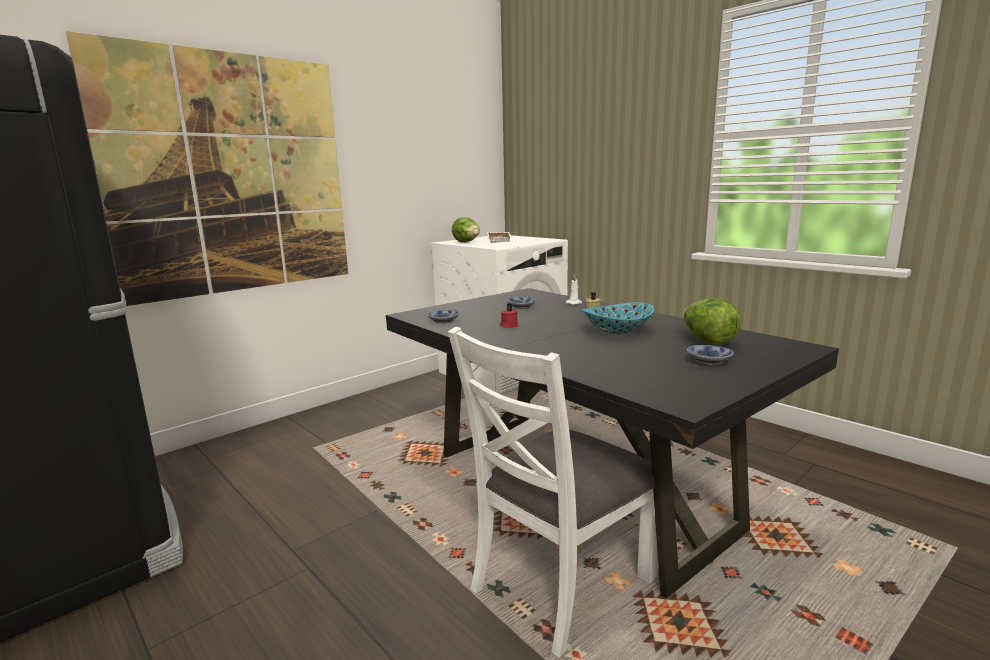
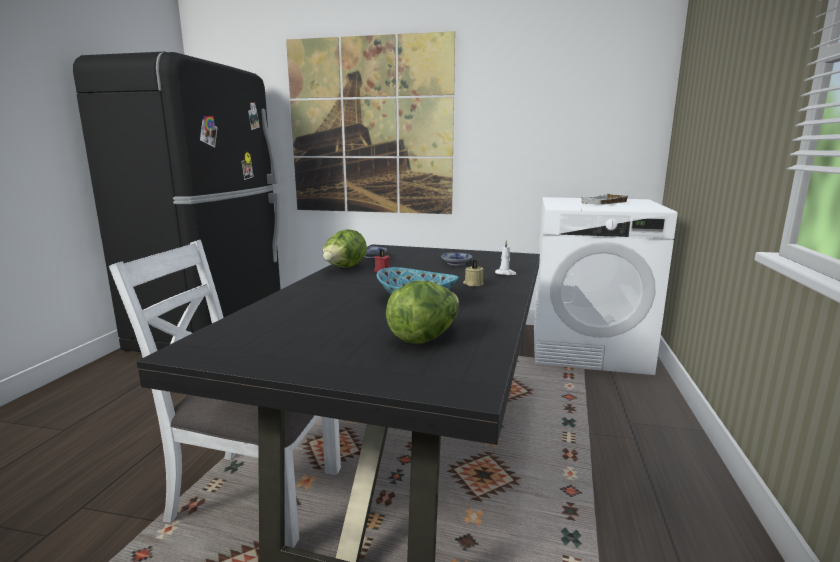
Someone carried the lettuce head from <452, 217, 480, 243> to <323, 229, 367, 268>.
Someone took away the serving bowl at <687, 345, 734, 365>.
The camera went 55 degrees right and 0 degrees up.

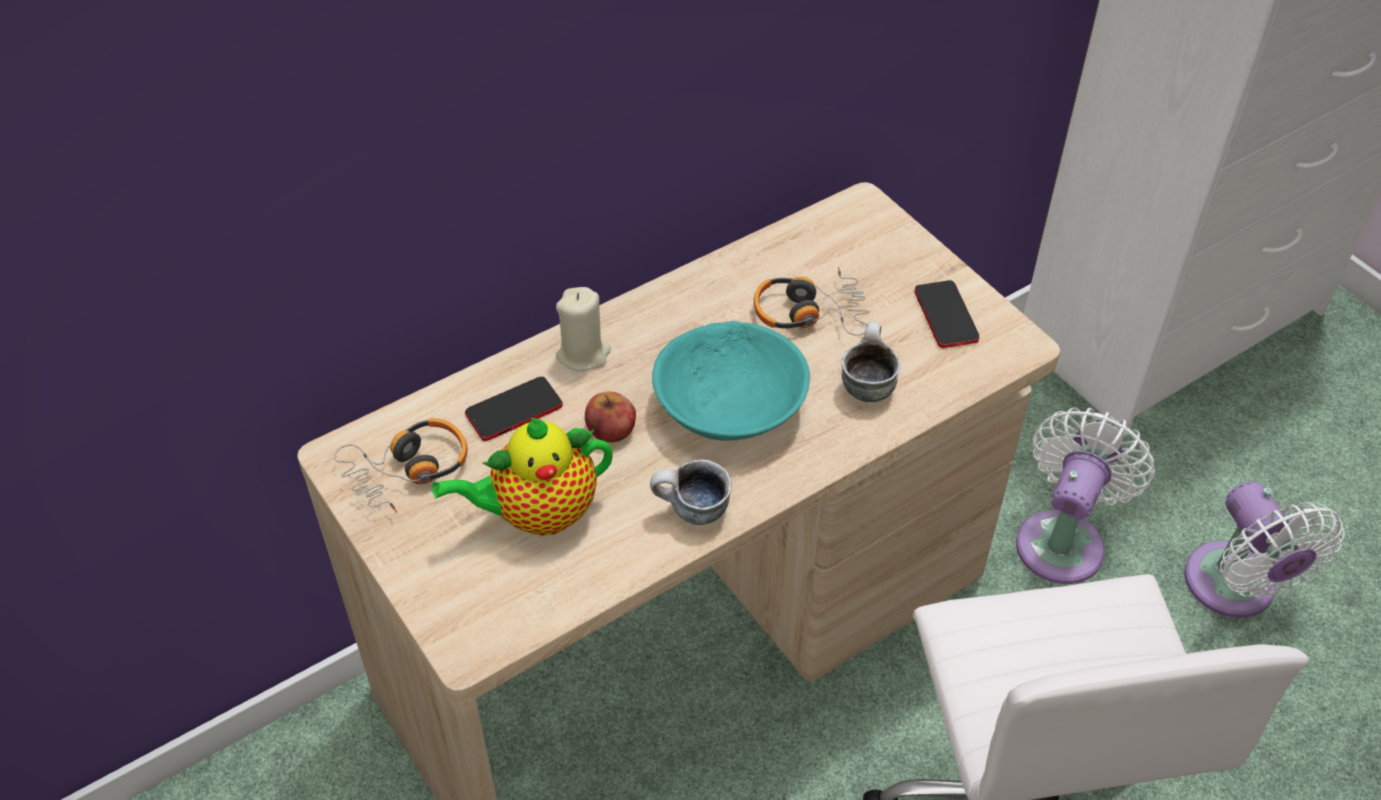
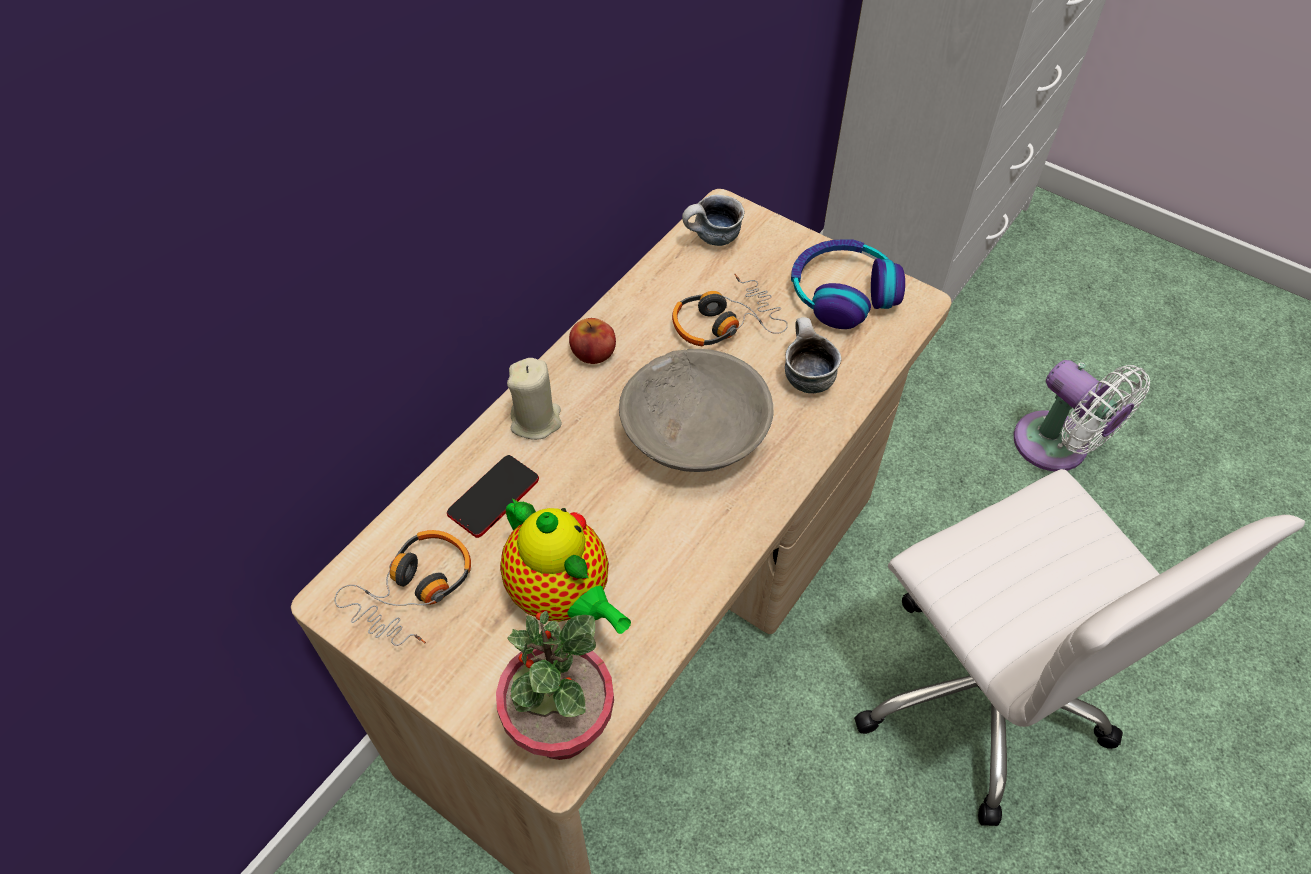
Someone swapped the handset at <915, 280, 979, 348> for the pair of headphones at <791, 239, 905, 329>.
Someone repainted the turquoise serving bowl at <652, 321, 810, 441>, which became the grey serving bowl at <619, 349, 773, 472>.
Someone carried the whole apple from <585, 391, 636, 443> to <569, 318, 616, 364>.
Someone took away the white fan at <1016, 407, 1155, 584>.
Someone rotated the teapot at <432, 418, 613, 536> by 90 degrees counterclockwise.
Someone carried the coffee mug from <650, 460, 732, 525> to <682, 194, 745, 246>.
Someone put down the houseplant at <496, 611, 614, 760>.
The camera went 20 degrees left and 5 degrees up.

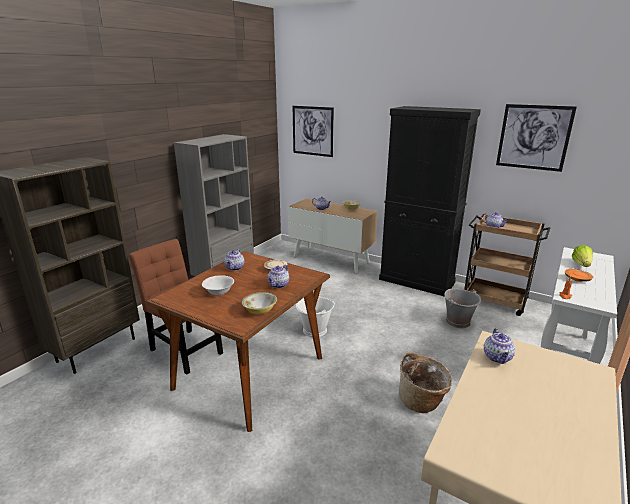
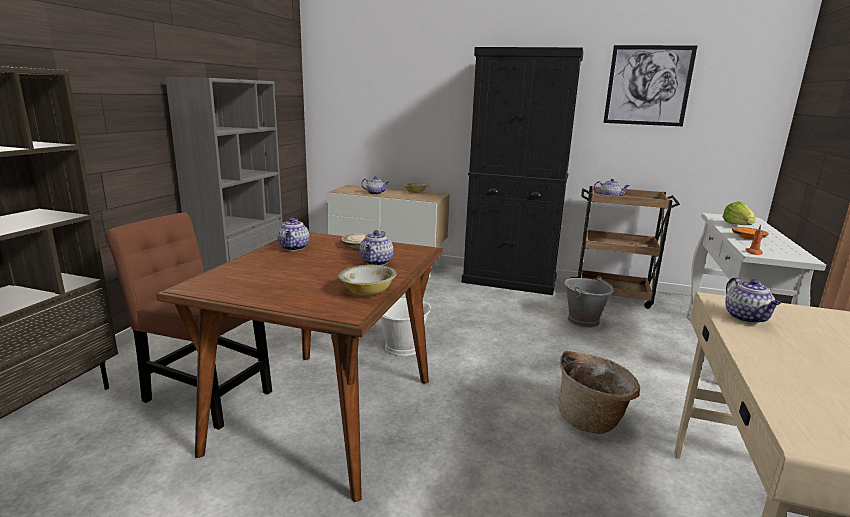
Someone took away the wall art at <293, 106, 334, 157>.
Someone took away the white serving bowl at <202, 275, 234, 296>.
The camera went 15 degrees left and 5 degrees down.

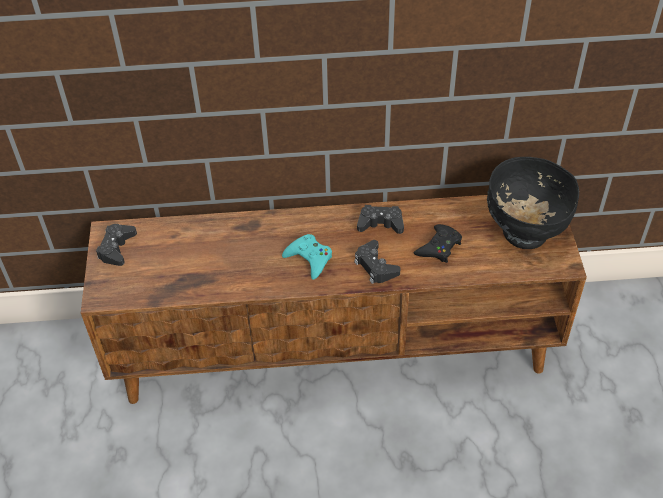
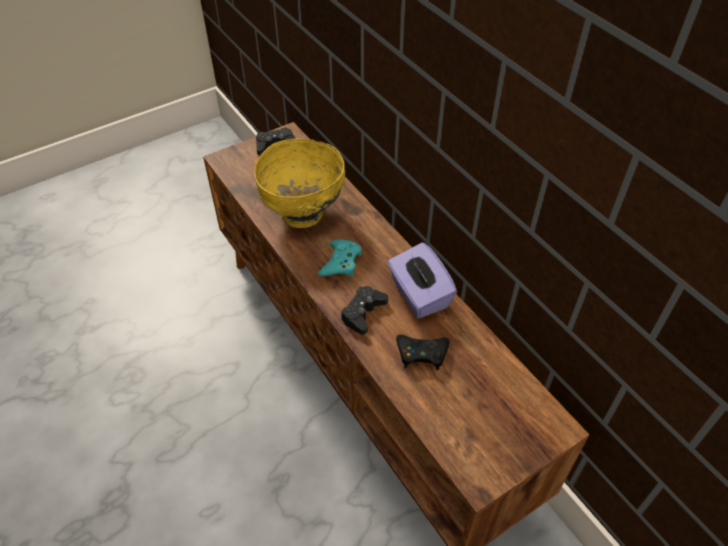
Someone took away the black-coloured serving bowl at <487, 157, 579, 249>.
Someone swapped the black-coloured game controller at <357, 205, 404, 234> for the purple box of tissues at <387, 242, 457, 319>.
Someone put down the yellowish serving bowl at <254, 138, 345, 228>.
The camera went 60 degrees right and 0 degrees up.

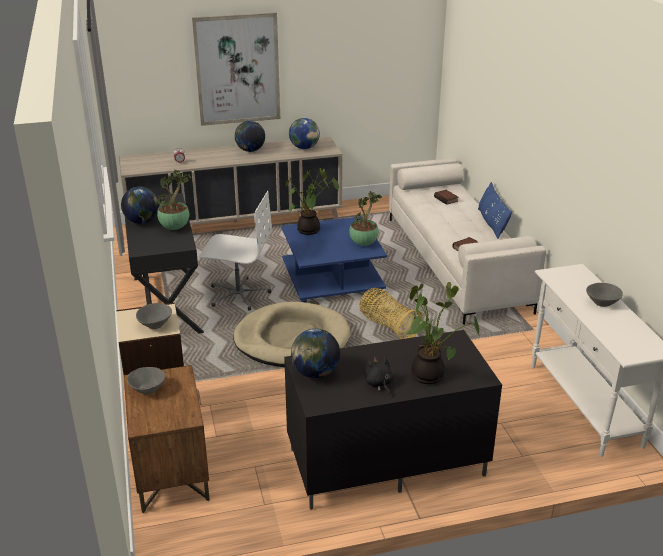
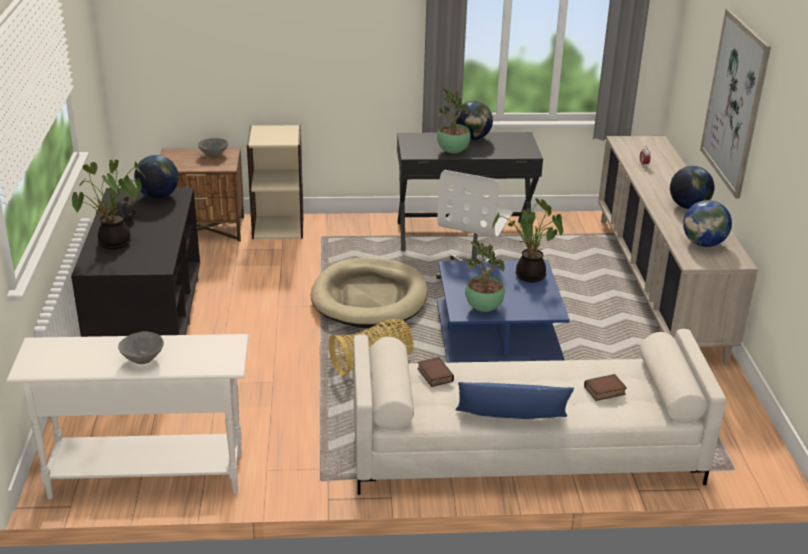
Someone took away the grey serving bowl at <136, 303, 172, 329>.
The camera went 100 degrees right and 0 degrees up.

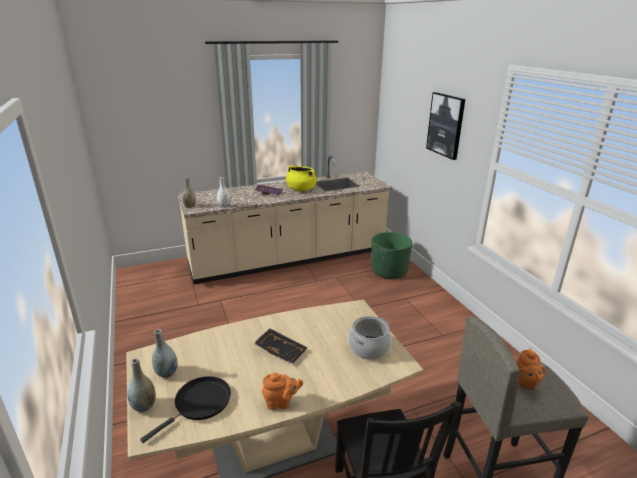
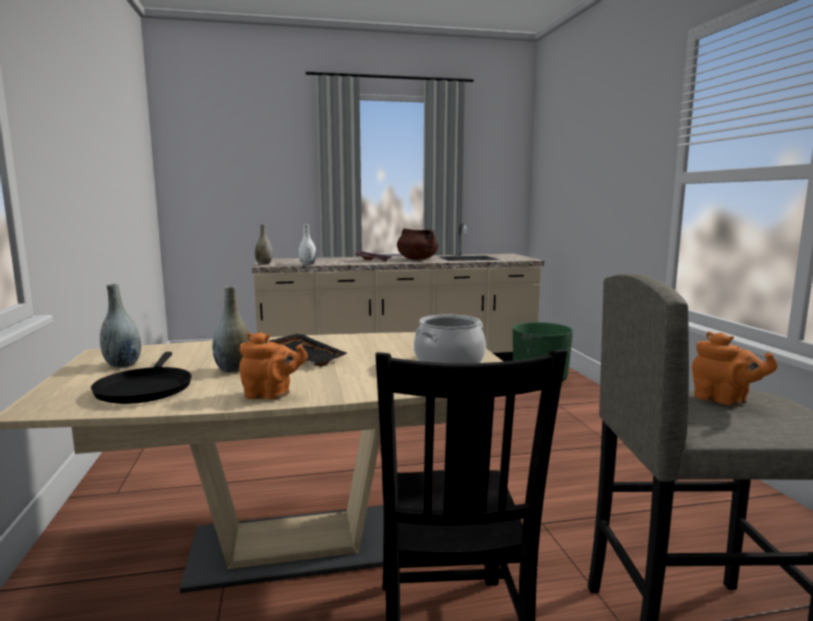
Someone took away the wall art at <426, 92, 465, 160>.
Someone repainted the yellowish saucepot at <286, 165, 317, 191>, which became the brownish saucepot at <397, 228, 438, 260>.
Someone rotated the orange-coloured teapot at <517, 348, 545, 390> by 60 degrees counterclockwise.
Someone carried the grey vase from <127, 358, 156, 412> to <213, 286, 251, 373>.
Someone rotated the black-coloured pan at <140, 376, 231, 443> by 120 degrees clockwise.
The camera went 10 degrees right and 15 degrees down.

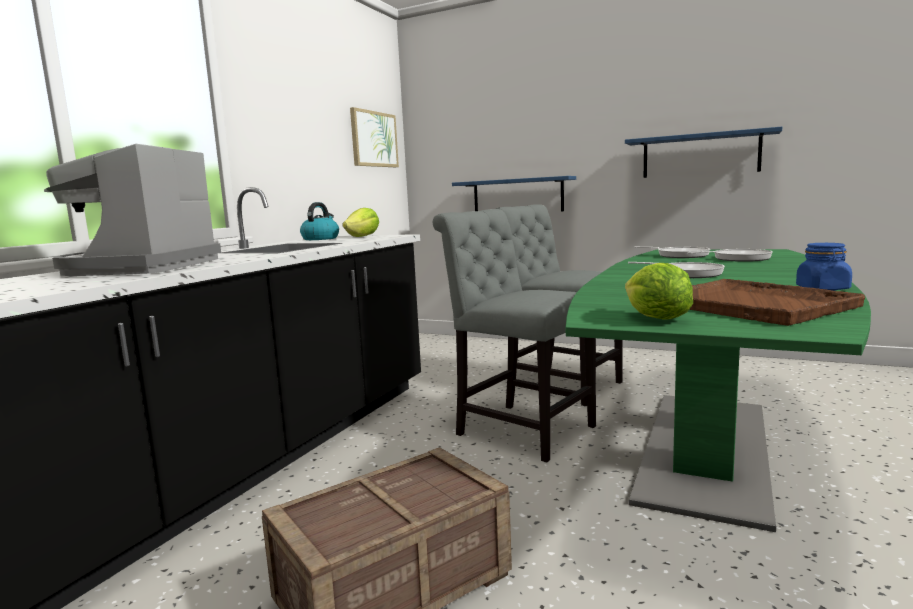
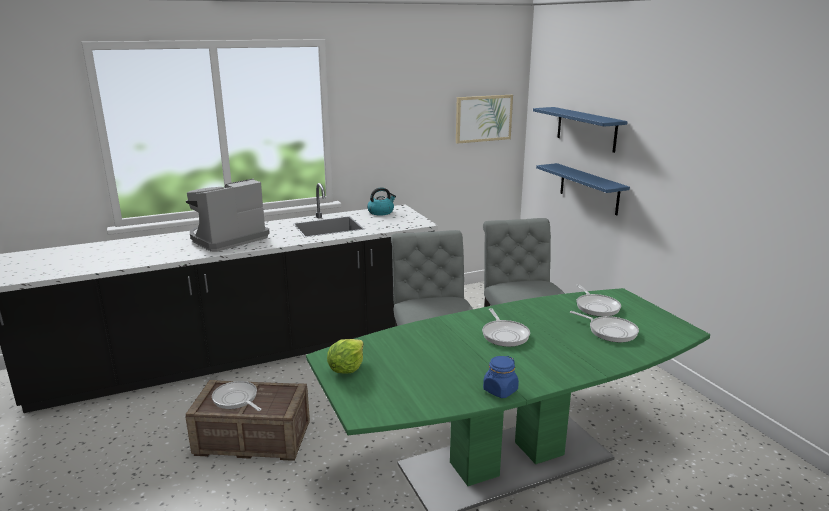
Someone carried the blue-coloured shelf from <625, 127, 782, 178> to <533, 107, 628, 153>.
Someone took away the lettuce head at <342, 208, 379, 237>.
Someone took away the brownish tray at <689, 279, 865, 326>.
Someone put down the pan at <212, 381, 262, 411>.
The camera went 40 degrees right and 10 degrees up.

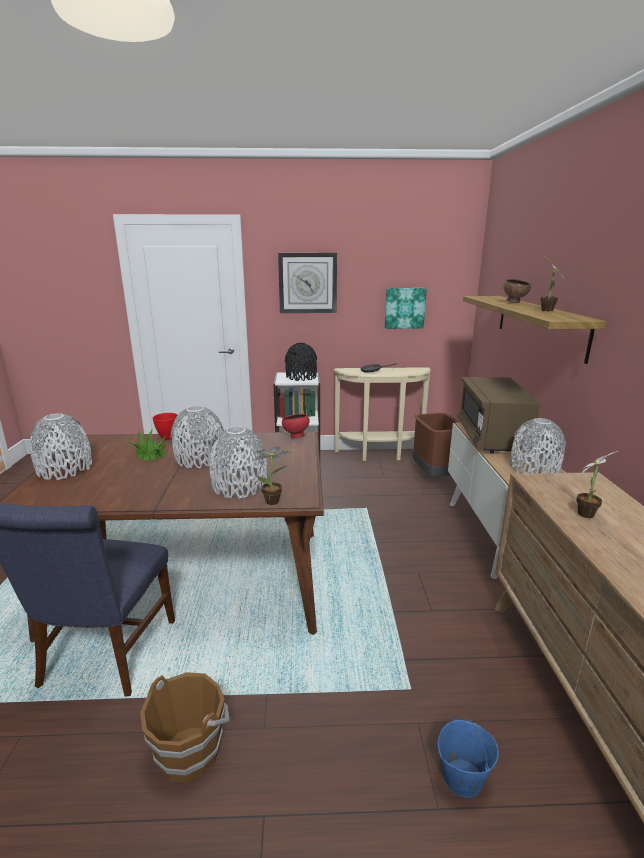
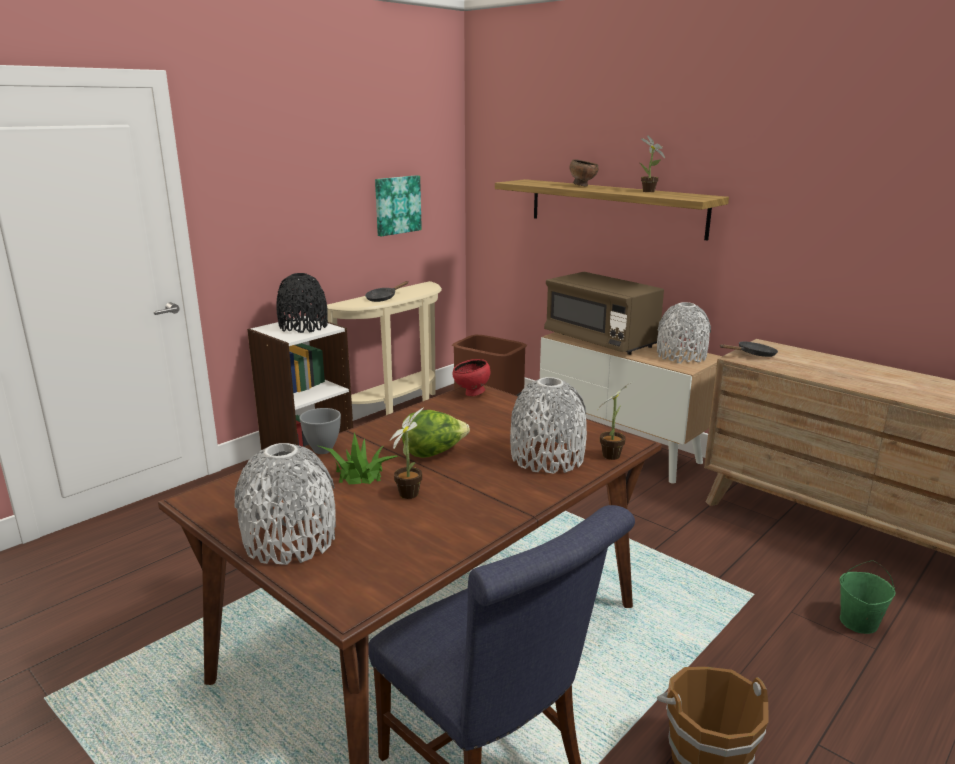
Someone took away the hanging clock at <278, 253, 337, 313>.
Someone swapped the grey vase at <170, 406, 224, 468> for the lettuce head at <402, 410, 470, 458>.
Someone repainted the reddish serving bowl at <153, 413, 177, 440>, which became the grey serving bowl at <299, 408, 341, 454>.
Someone carried the houseplant from <576, 451, 618, 518> to <390, 407, 424, 499>.
Someone repainted the blue-coloured water bucket at <438, 716, 499, 798>, which became the greenish water bucket at <840, 560, 896, 634>.
Someone put down the black-coloured pan at <720, 341, 778, 357>.
The camera went 45 degrees left and 0 degrees up.

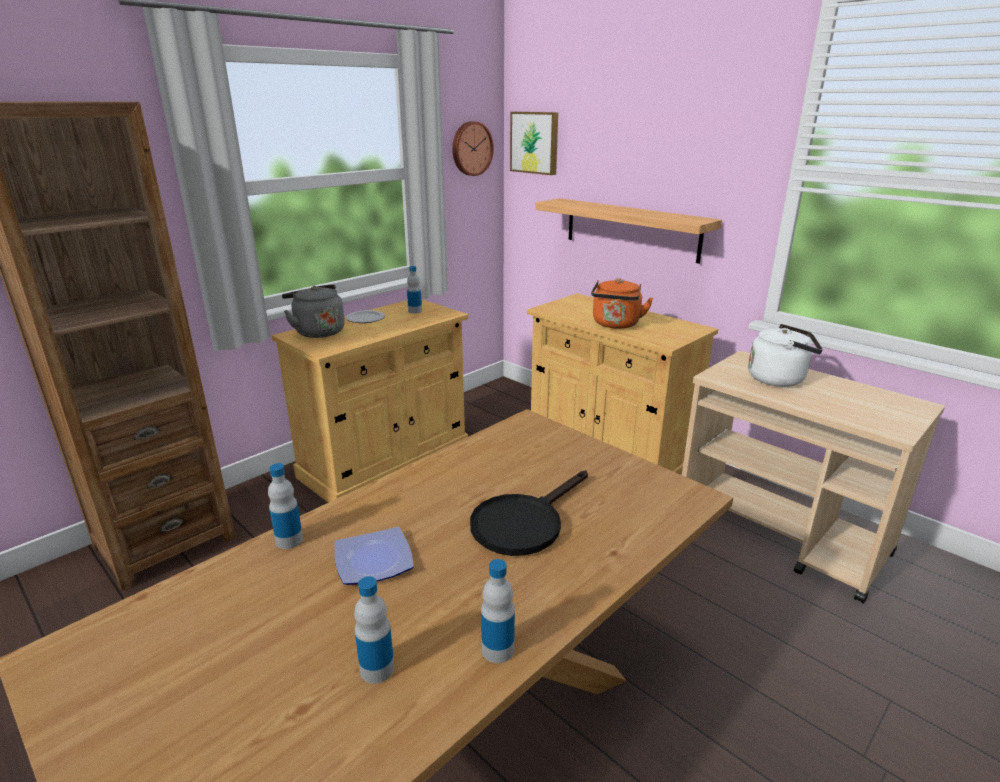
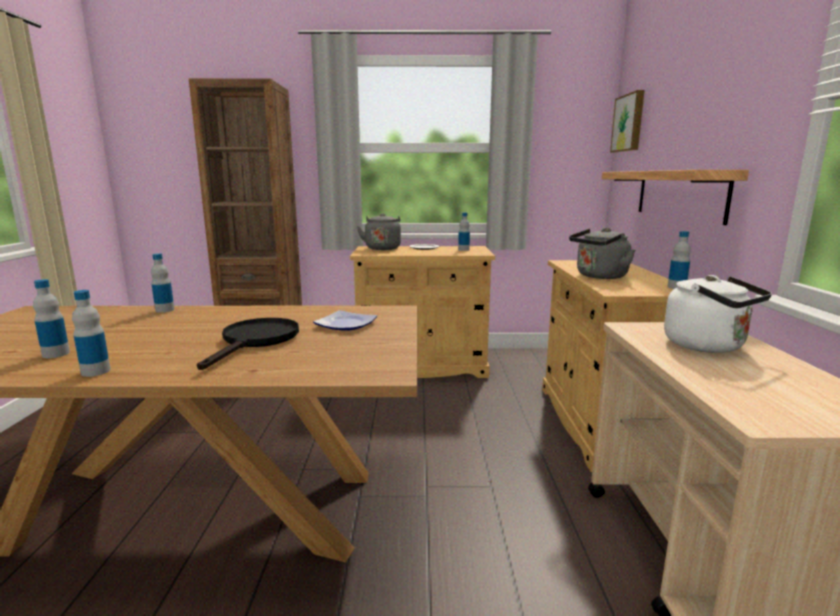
Someone took away the hanging clock at <452, 121, 494, 176>.
Someone repainted the orange-coloured kettle at <591, 278, 653, 329>, which became the grey kettle at <569, 228, 635, 279>.
Someone rotated the black-coloured pan at <470, 470, 588, 556> by 105 degrees clockwise.
Someone carried the flat dish from <334, 527, 414, 585> to <313, 310, 377, 330>.
Someone put down the drink bottle at <667, 231, 691, 289>.
The camera went 45 degrees right and 10 degrees down.

